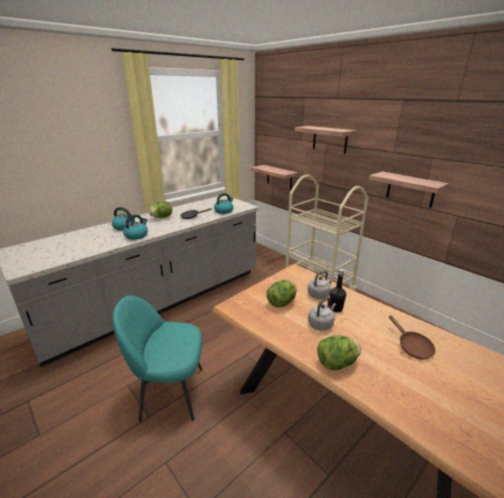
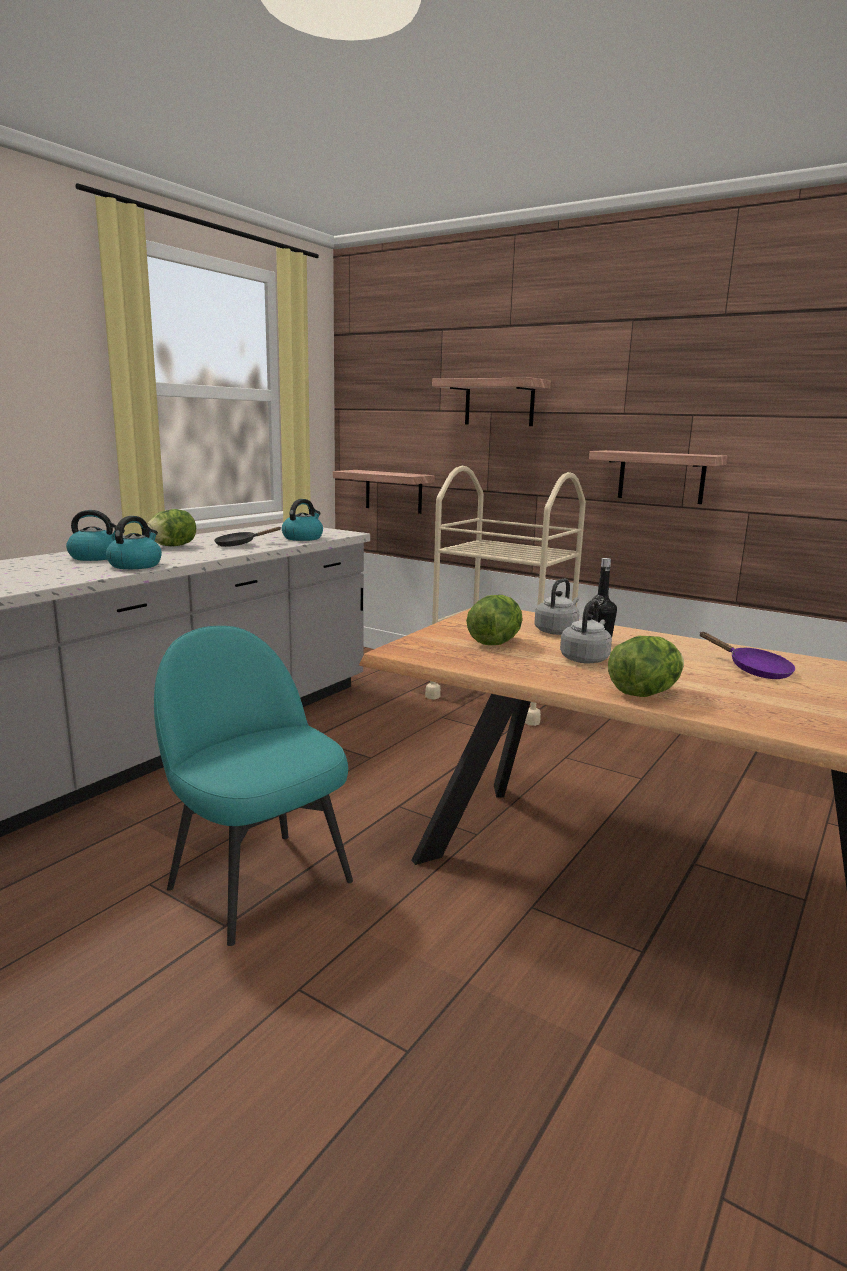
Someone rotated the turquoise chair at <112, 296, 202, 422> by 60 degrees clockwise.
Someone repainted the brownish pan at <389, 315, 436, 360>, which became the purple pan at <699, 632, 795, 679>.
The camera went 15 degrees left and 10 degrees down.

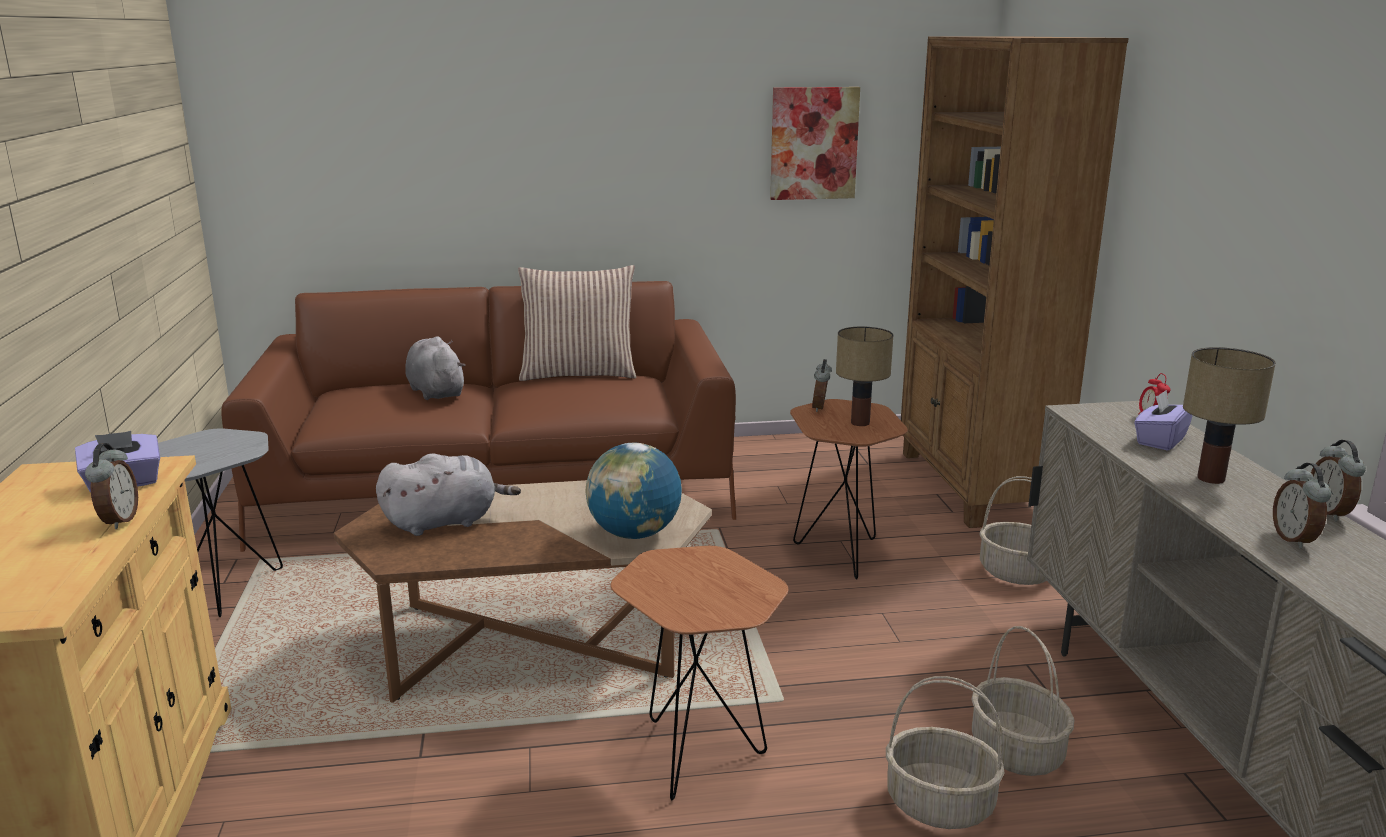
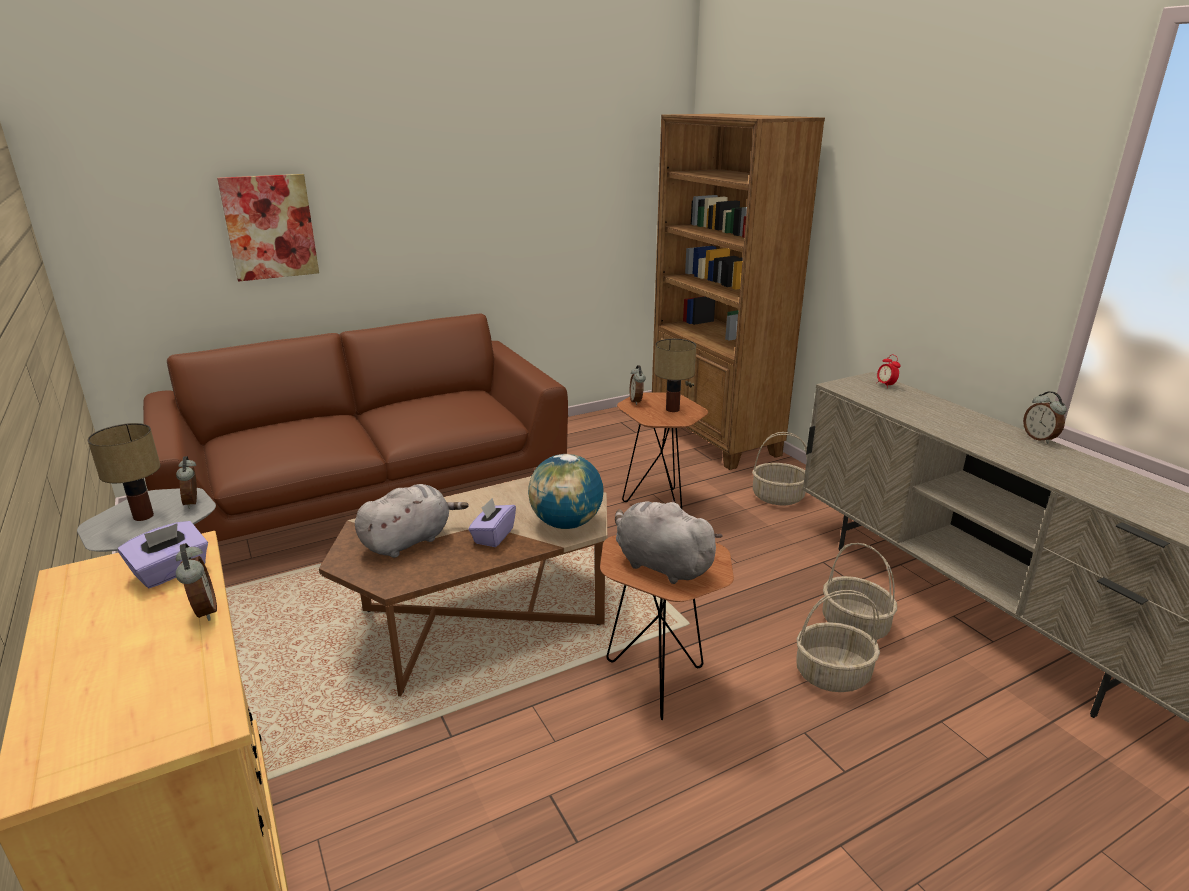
Someone carried the wall art from <770, 87, 860, 200> to <217, 174, 319, 282>.
Someone took away the cushion at <518, 265, 636, 381>.
Someone carried the grey plush toy from <405, 336, 466, 400> to <615, 499, 723, 584>.
Someone carried the lamp for a table from <1183, 347, 1276, 484> to <88, 423, 161, 521>.
Someone carried the purple box of tissues from <1134, 390, 1193, 451> to <468, 498, 516, 547>.
Someone carried the bedside clock from <1273, 463, 1332, 549> to <176, 456, 197, 509>.
The camera went 20 degrees left and 5 degrees up.

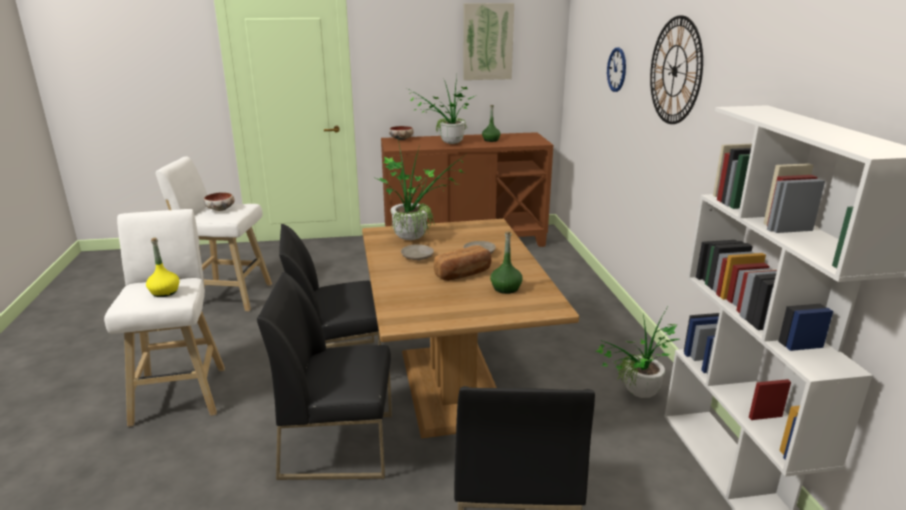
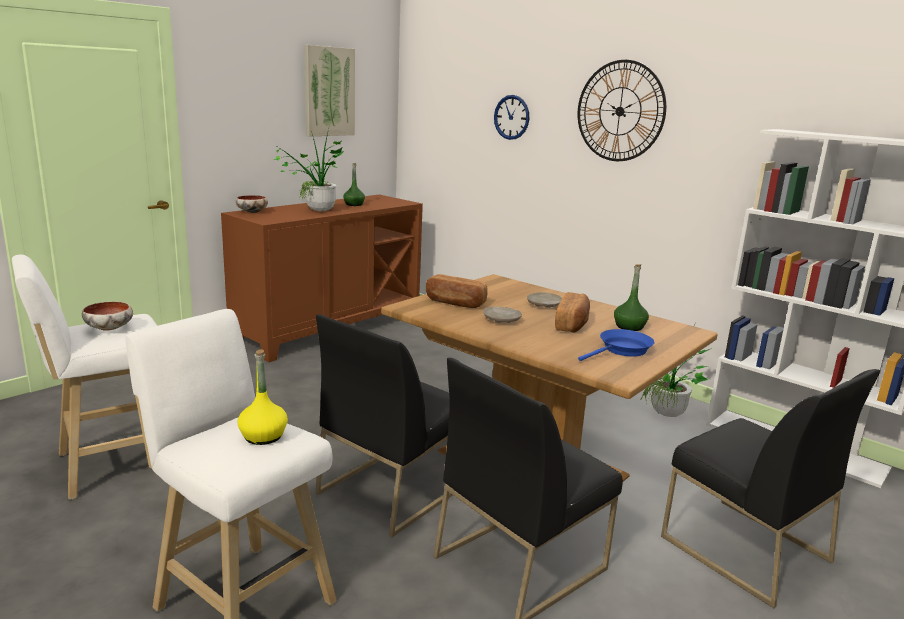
Someone swapped the houseplant at <376, 140, 465, 240> for the baked bread at <426, 274, 487, 308>.
Someone put down the blue-coloured pan at <578, 329, 655, 361>.
The camera went 40 degrees left and 5 degrees down.

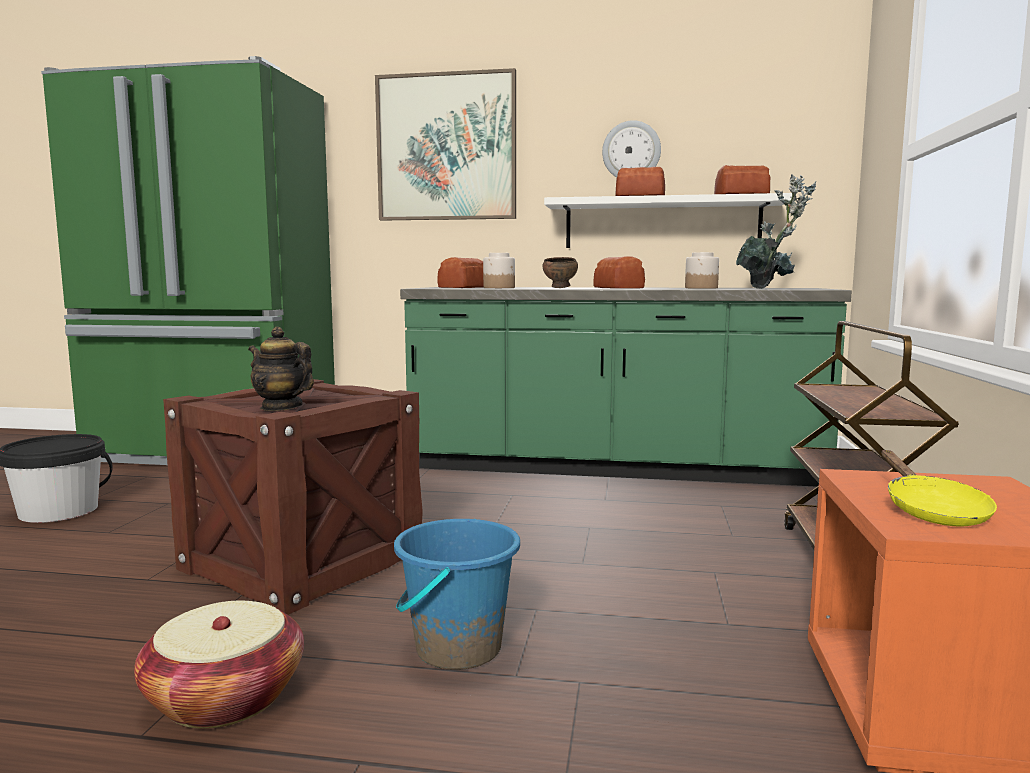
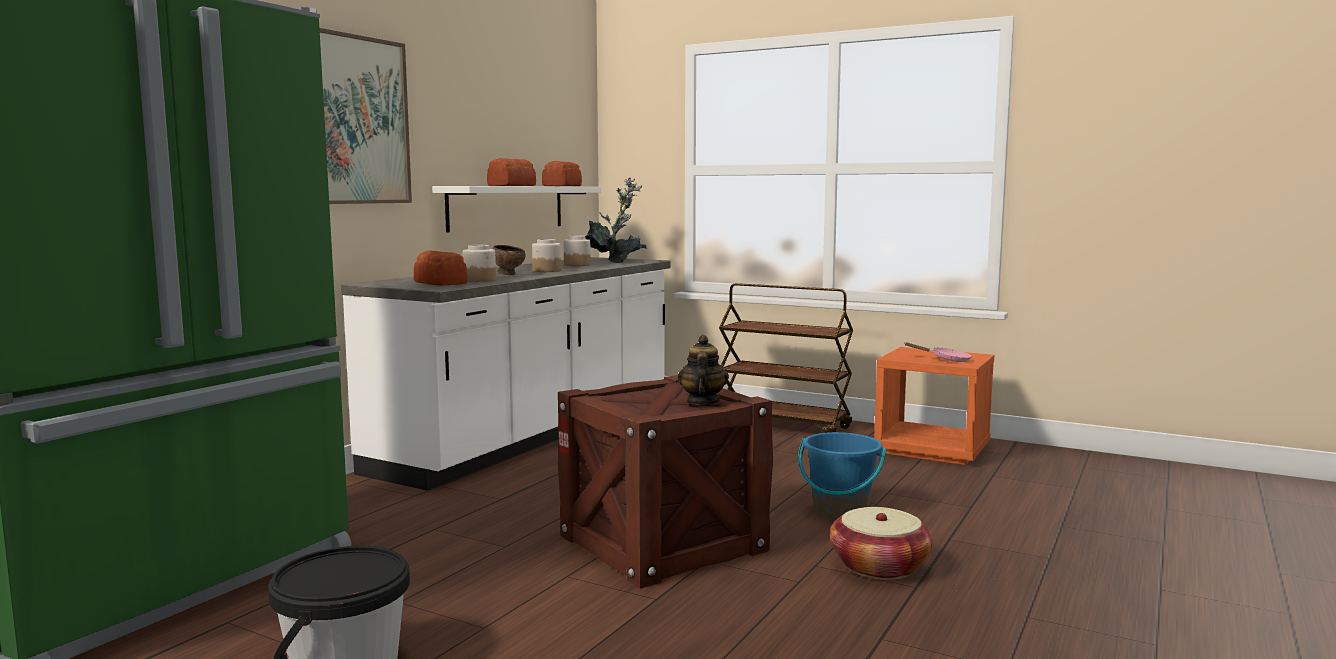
Someone took away the hanging clock at <602, 120, 661, 177>.
Someone swapped the baked bread at <593, 256, 645, 289> for the jar at <532, 239, 561, 272>.
Someone repainted the greenish kitchen counter at <400, 287, 852, 487>, which became the white kitchen counter at <341, 257, 670, 490>.
Someone rotated the teapot at <248, 327, 314, 411> by 135 degrees clockwise.
Someone repainted the yellowish pan at <881, 450, 997, 527>, which became the pinkish pan at <905, 342, 972, 362>.
The camera went 70 degrees left and 0 degrees up.

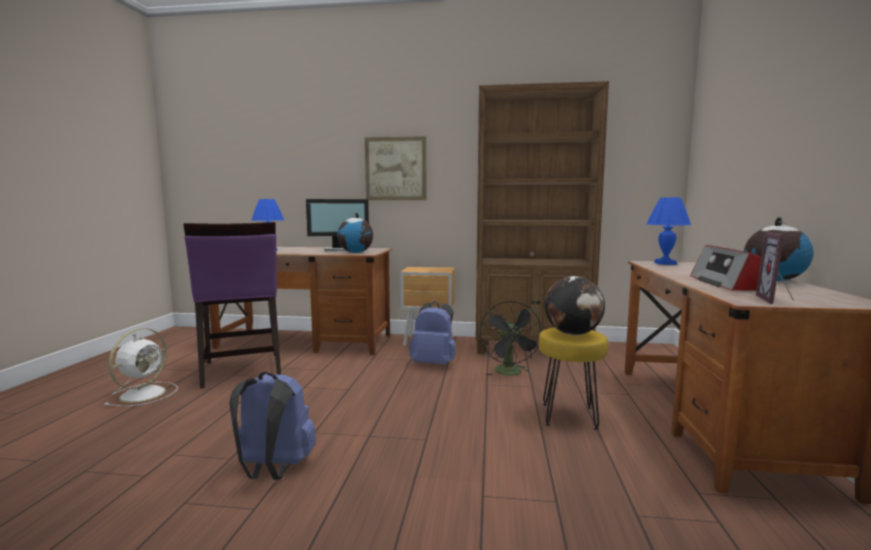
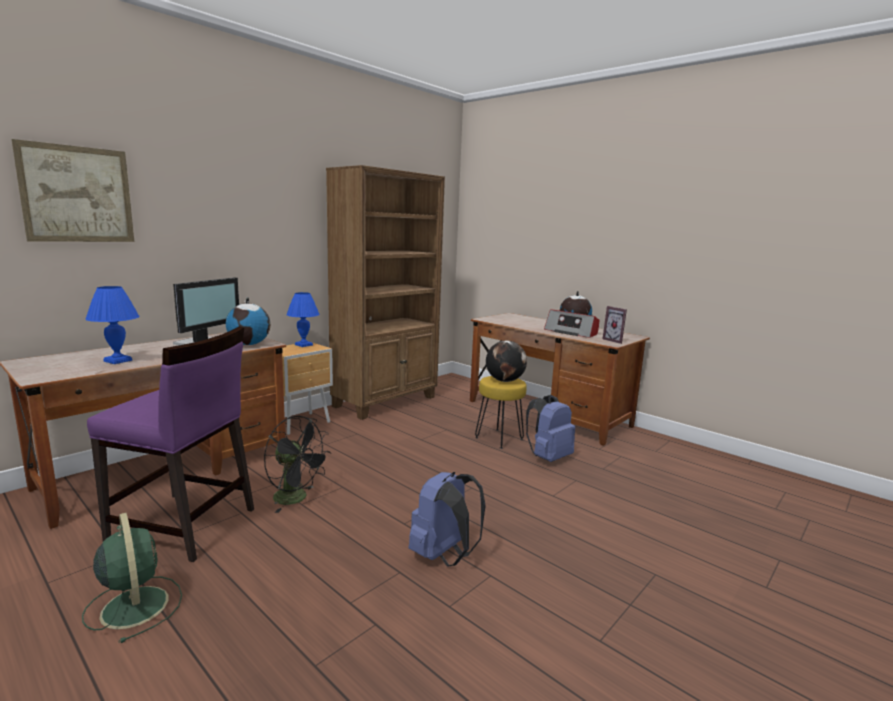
Someone carried the wall art from <365, 136, 426, 200> to <11, 139, 134, 242>.
Someone carried the blue-coloured lamp for a table from <647, 197, 691, 265> to <286, 292, 320, 347>.
Someone carried the blue-coloured knapsack from <409, 301, 456, 365> to <526, 395, 575, 462>.
Someone carried the black-coloured fan from <480, 301, 543, 375> to <264, 416, 331, 513>.
Someone repainted the white fan at <104, 328, 178, 406>, which became the greenish fan at <82, 513, 182, 643>.
The camera went 55 degrees left and 5 degrees up.

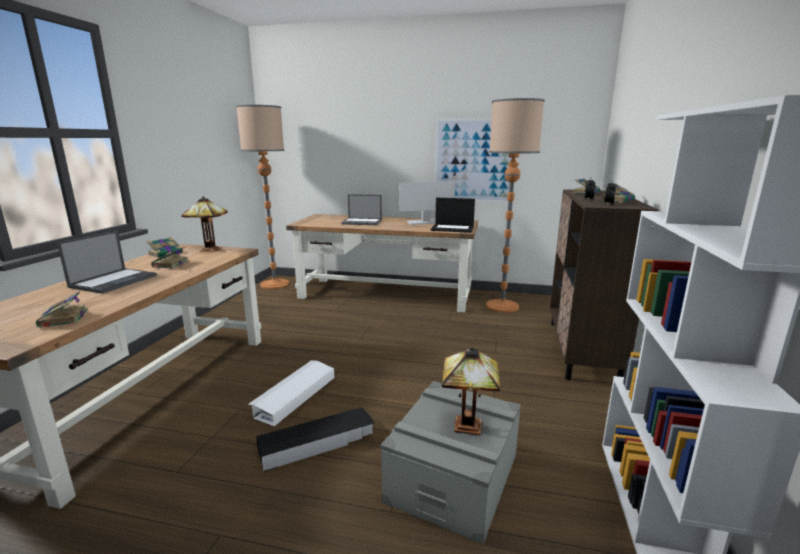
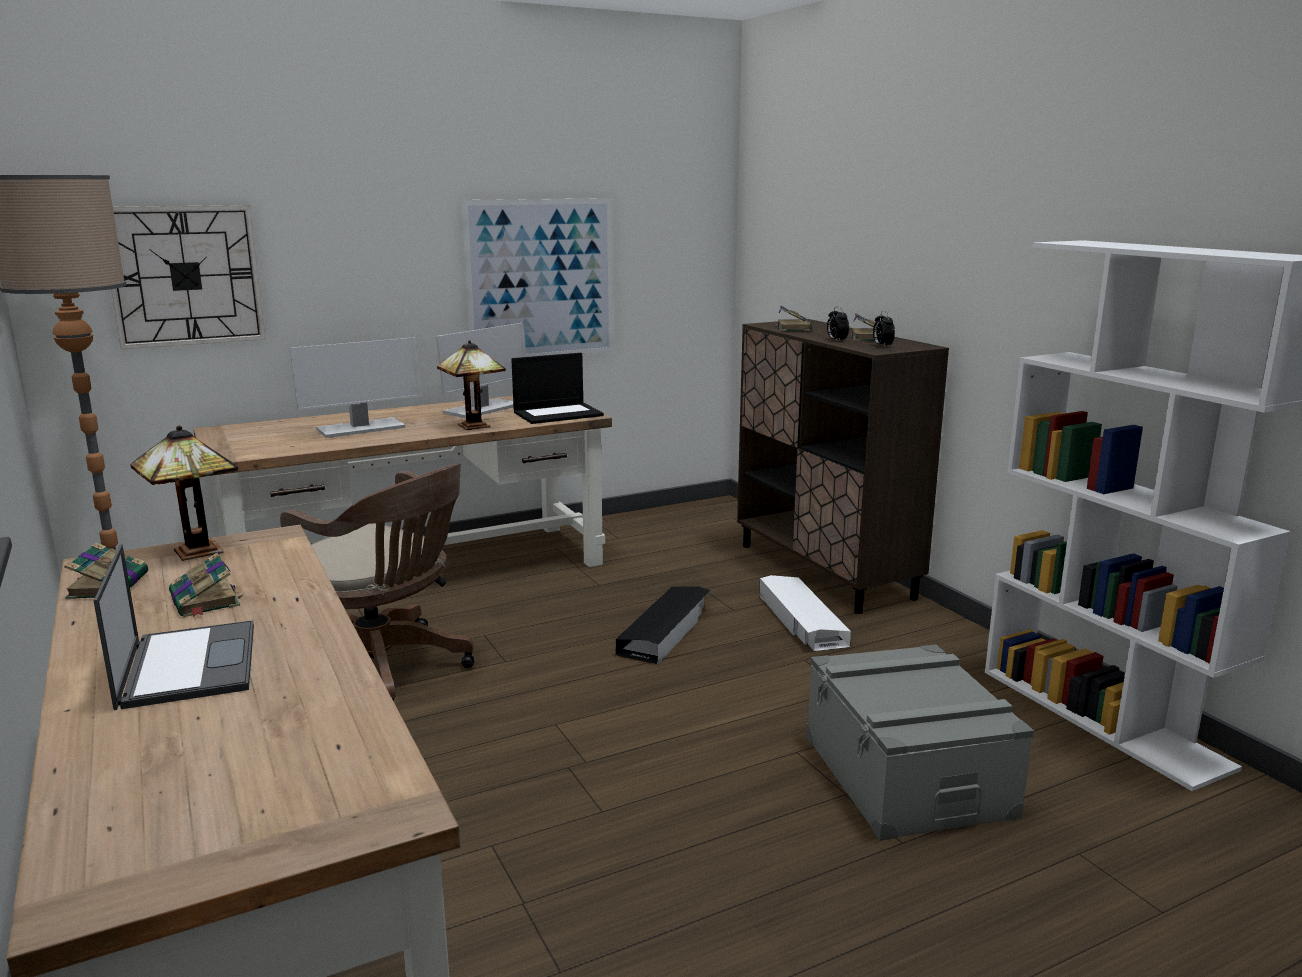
Someone took away the floor lamp at <486, 98, 545, 313>.
Someone swapped the notebook computer at <341, 194, 382, 225> for the computer display at <289, 337, 421, 438>.
Someone took away the volume at <36, 291, 88, 328>.
Someone carried the lamp for a table from <442, 347, 500, 435> to <437, 340, 506, 430>.
Someone carried the white storage box from <248, 360, 334, 427> to <759, 575, 851, 651>.
Someone carried the black-coloured storage box from <256, 407, 374, 471> to <615, 587, 710, 664>.
Someone put up the hanging clock at <111, 205, 266, 349>.
Someone put down the brownish computer chair at <280, 464, 474, 701>.
The camera went 40 degrees left and 0 degrees up.

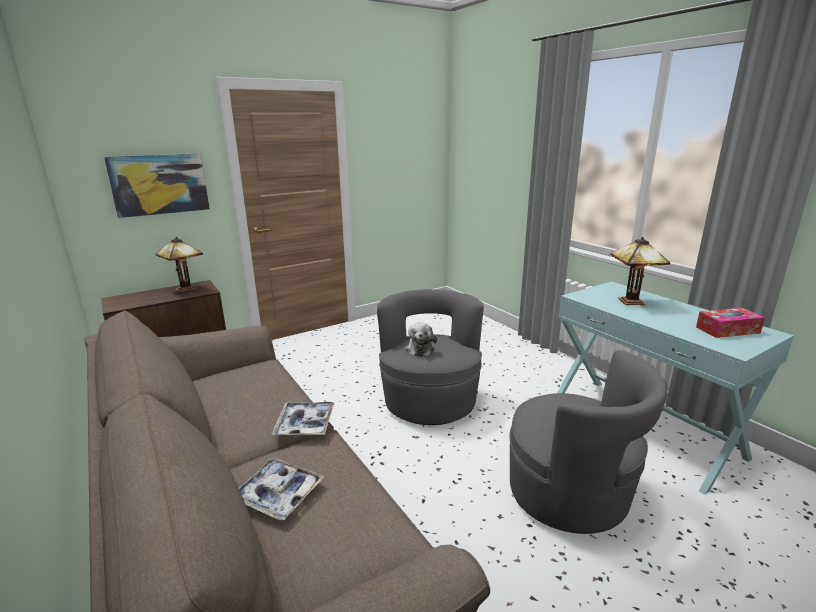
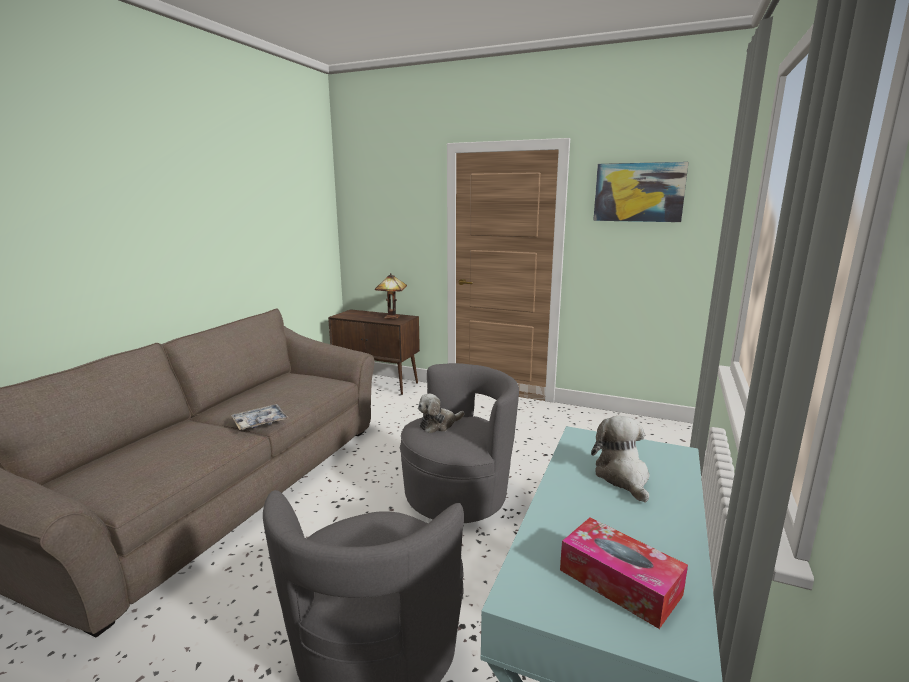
Someone carried the wall art from <104, 153, 210, 218> to <593, 162, 689, 222>.
Someone swapped the lamp for a table at <610, 237, 670, 305> for the plush toy at <591, 416, 650, 503>.
Someone took away the tray at <239, 458, 325, 521>.
The camera went 55 degrees right and 5 degrees down.

